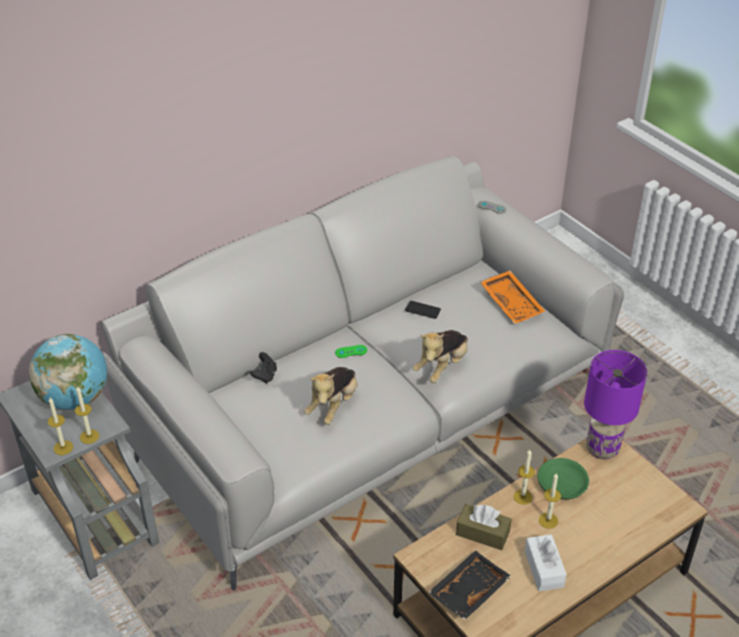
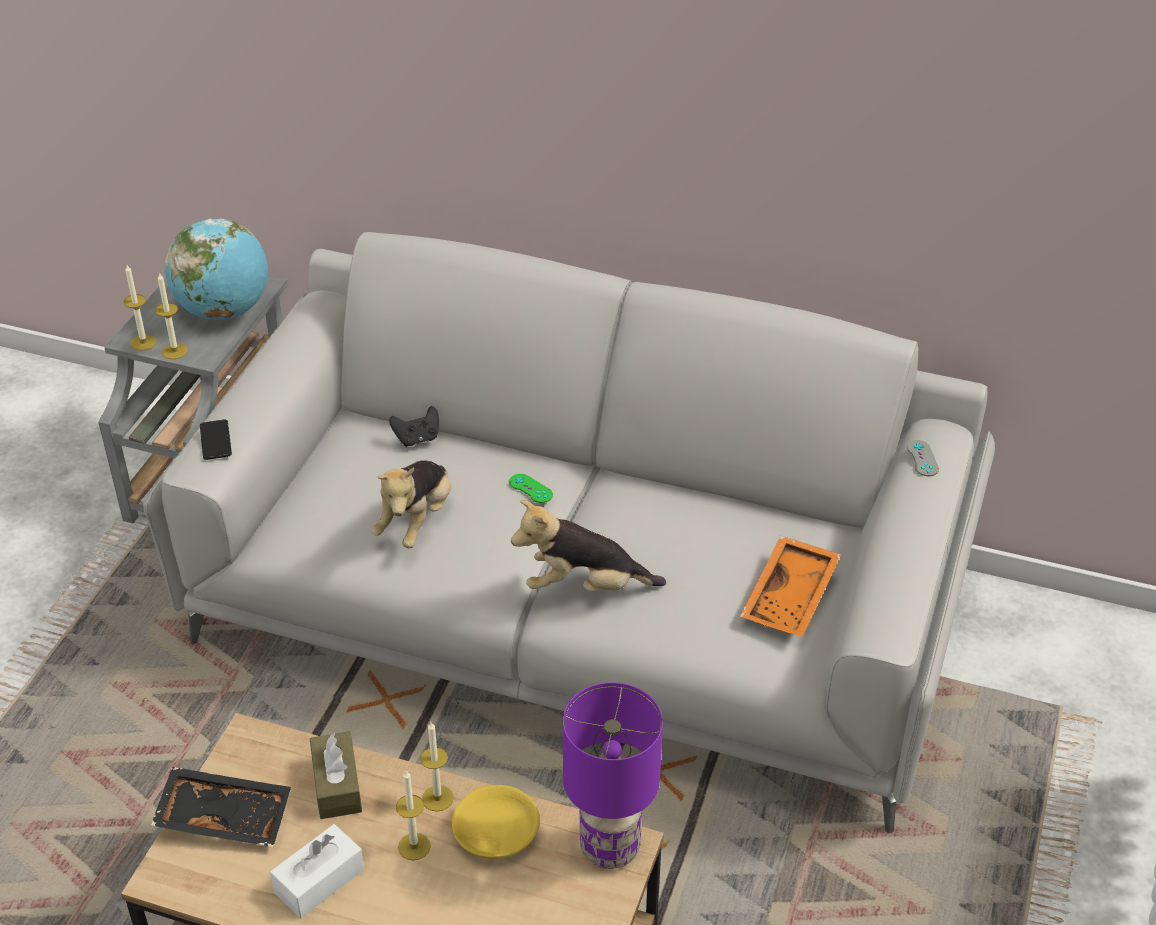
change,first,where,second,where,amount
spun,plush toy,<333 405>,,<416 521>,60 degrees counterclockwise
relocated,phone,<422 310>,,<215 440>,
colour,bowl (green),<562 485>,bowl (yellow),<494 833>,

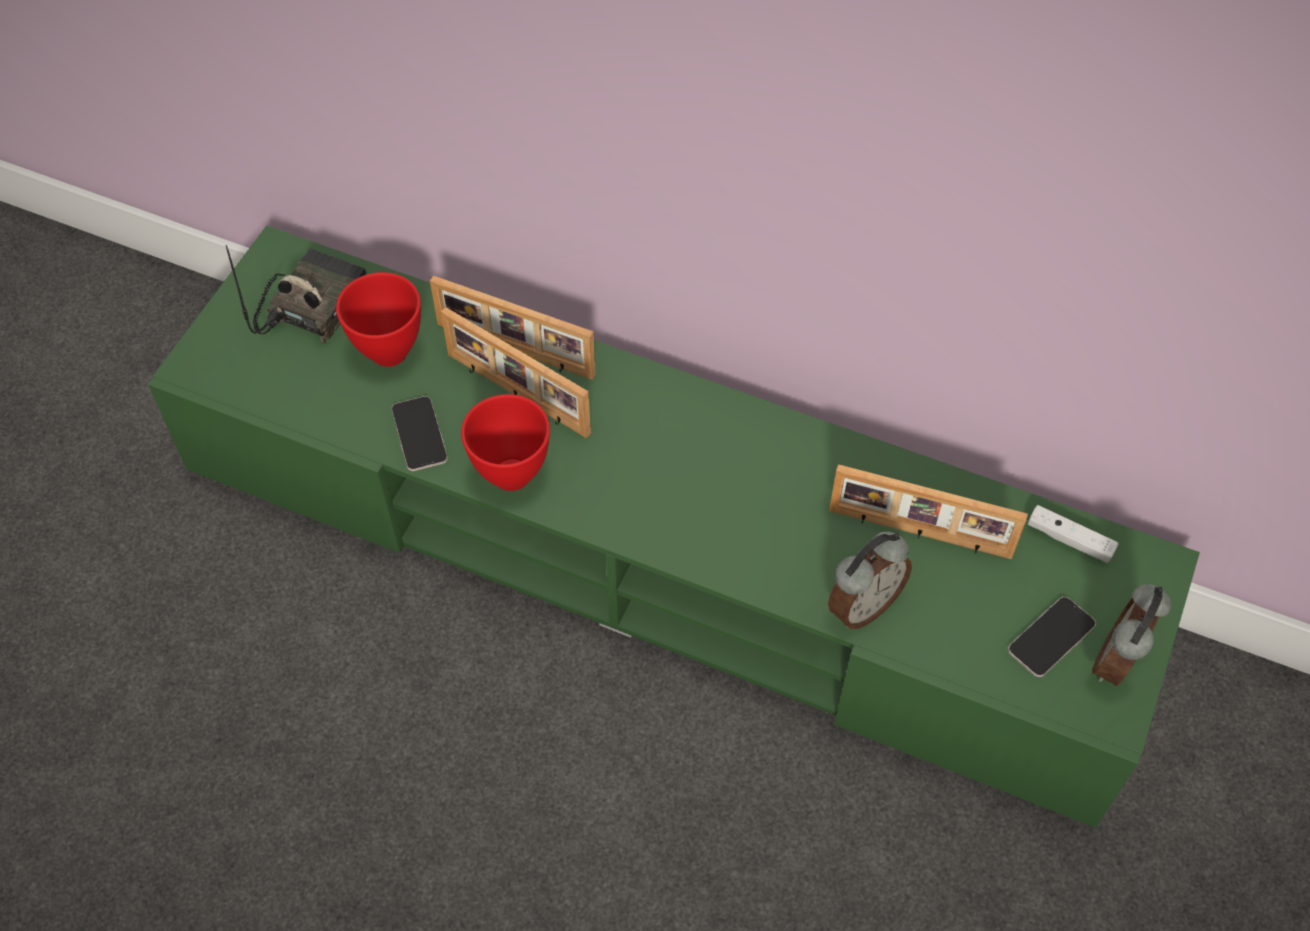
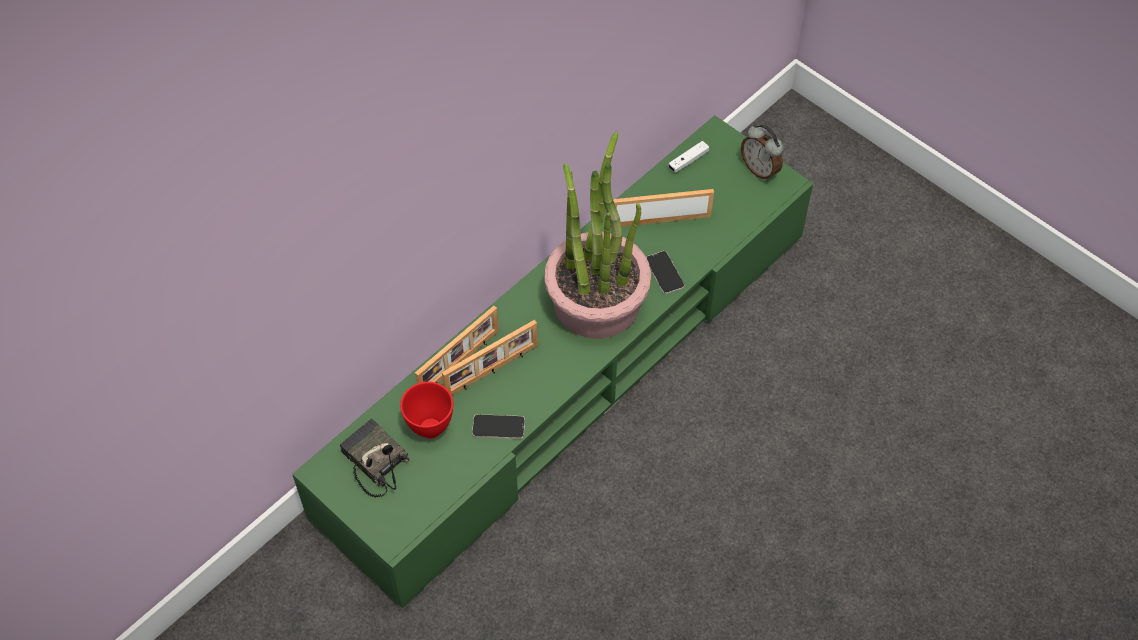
change,first,where,second,where,amount
missing,bowl (red),<510 476>,,,
missing,alarm clock,<862 605>,,,
spun,picture frame,<919 534>,,<660 219>,135 degrees counterclockwise
relocated,phone,<1051 637>,,<664 273>,
appeared,,,potted plant,<597 301>,

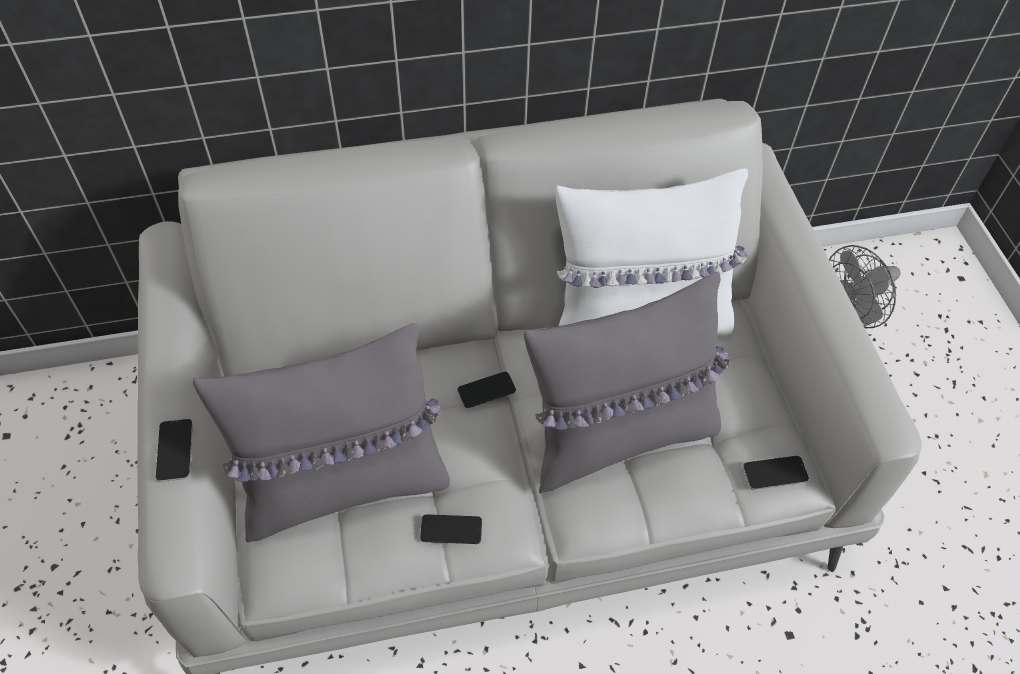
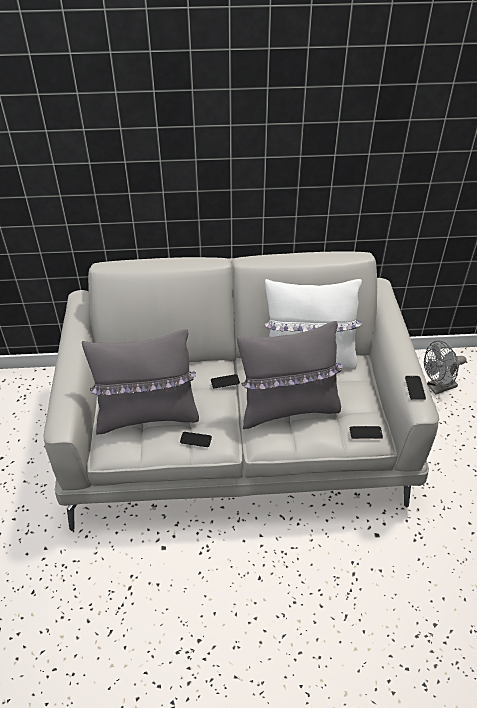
change,first,where,second,where,amount
relocated,phone,<175 450>,,<415 388>,

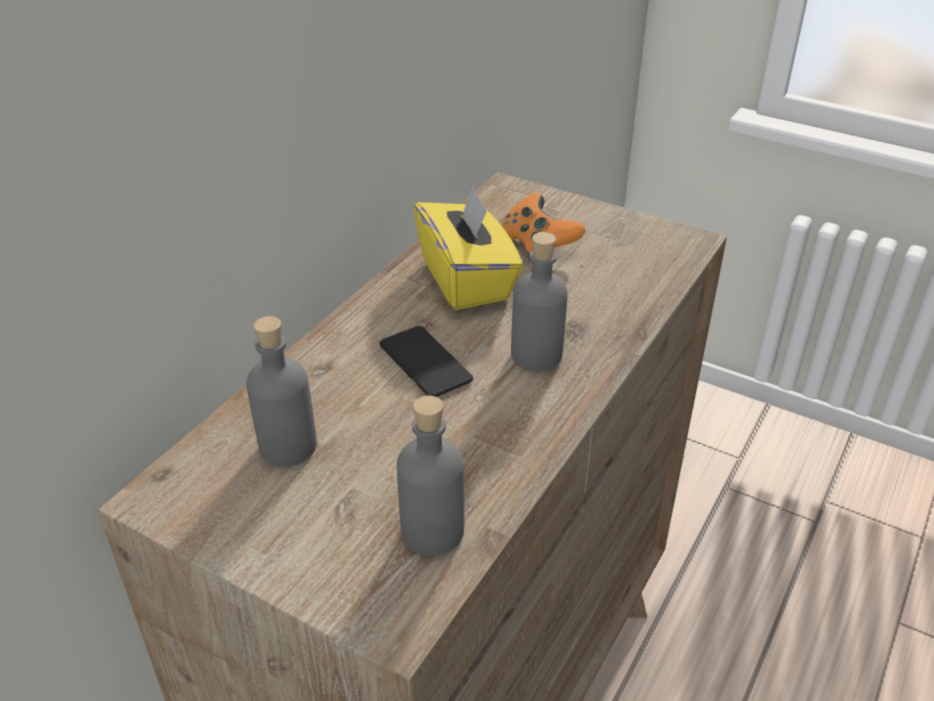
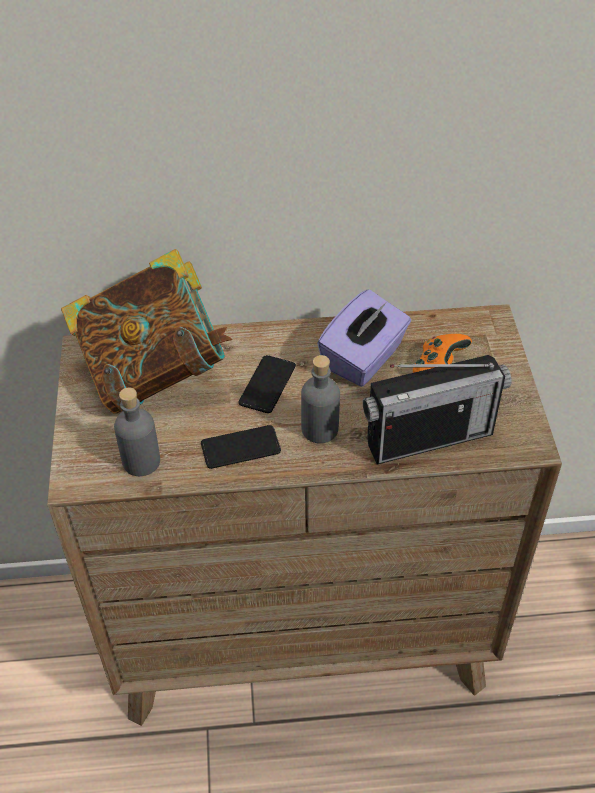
change,first,where,second,where,amount
exchanged,bottle (grey),<288 446>,book,<154 372>,
colour,tissue box (yellow),<467 280>,tissue box (purple),<364 358>,
appeared,,,phone,<240 448>,
appeared,,,radio,<429 438>,

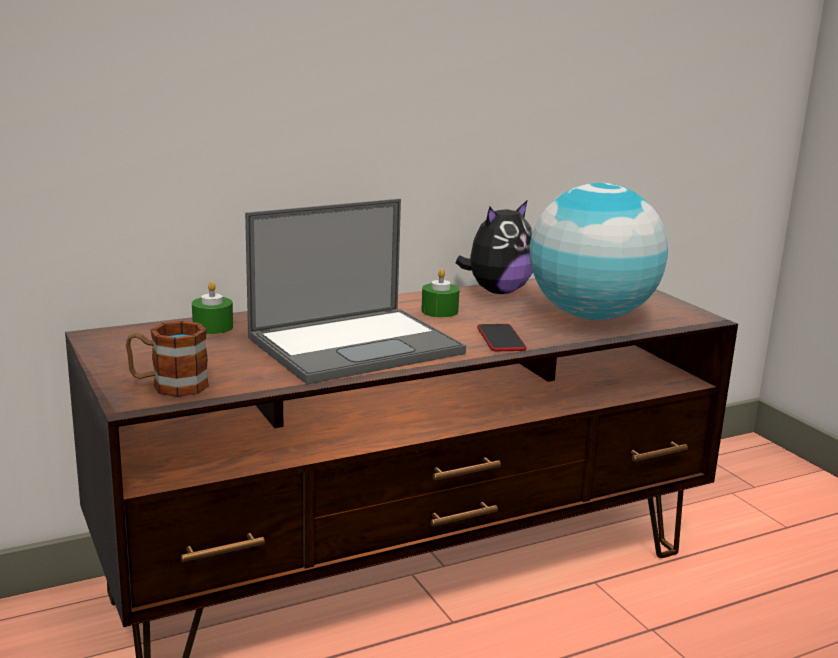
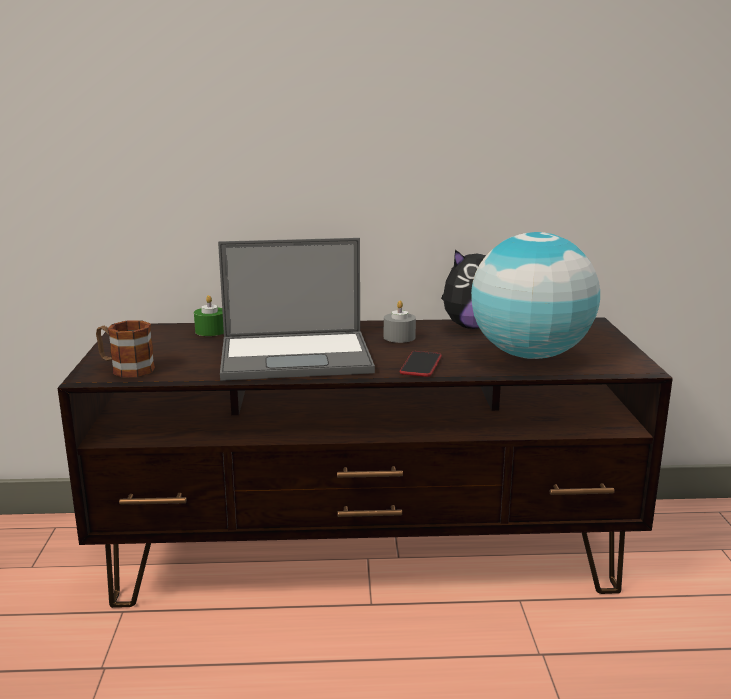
change,first,where,second,where,amount
colour,candle (green),<439 311>,candle (grey),<399 337>,

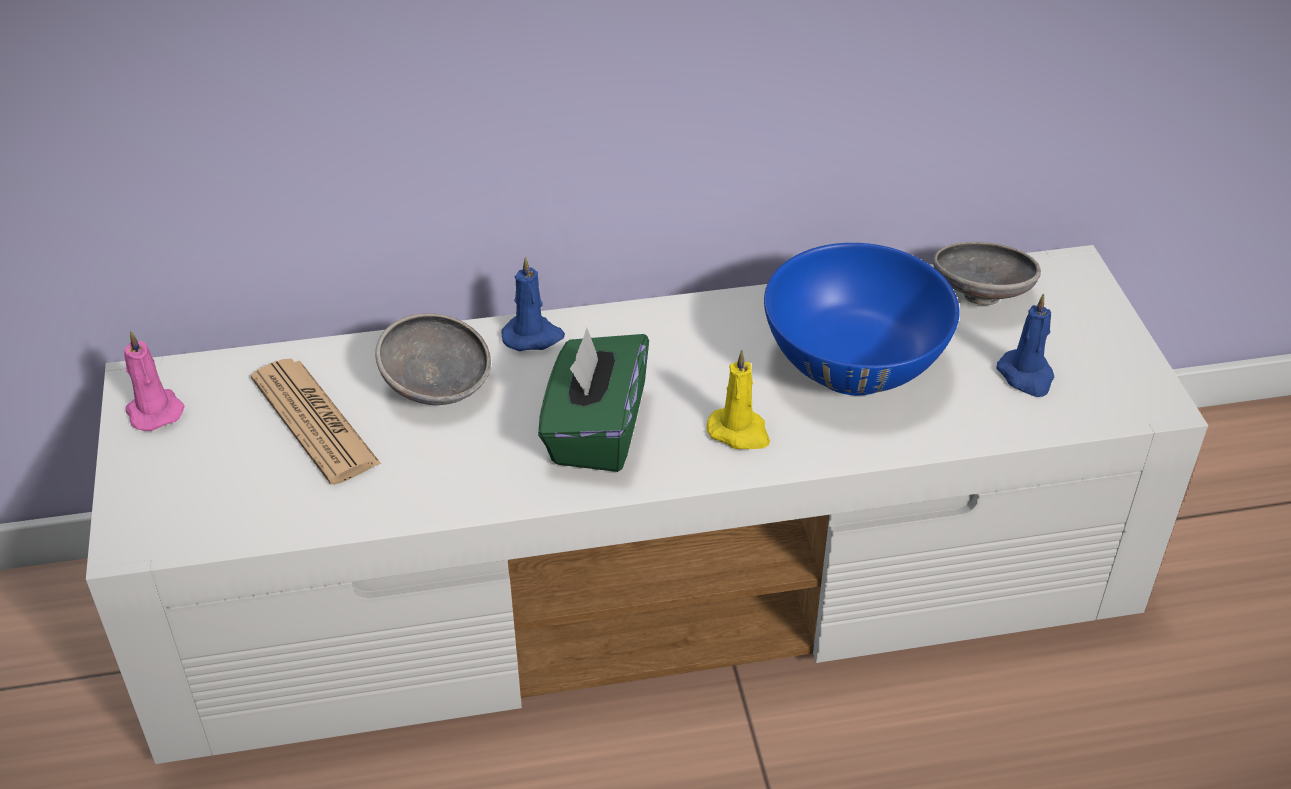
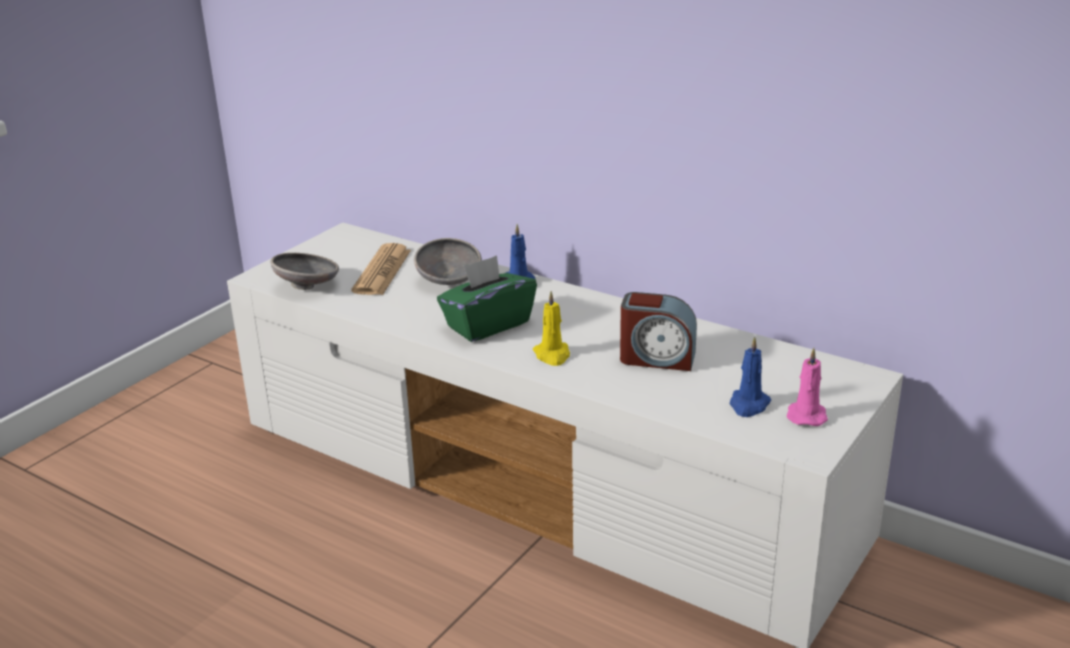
change,first,where,second,where,amount
relocated,candle (pink),<153 410>,,<806 415>,
exchanged,bowl (blue),<853 365>,alarm clock,<657 358>,
relocated,bowl (grey),<981 294>,,<308 286>,

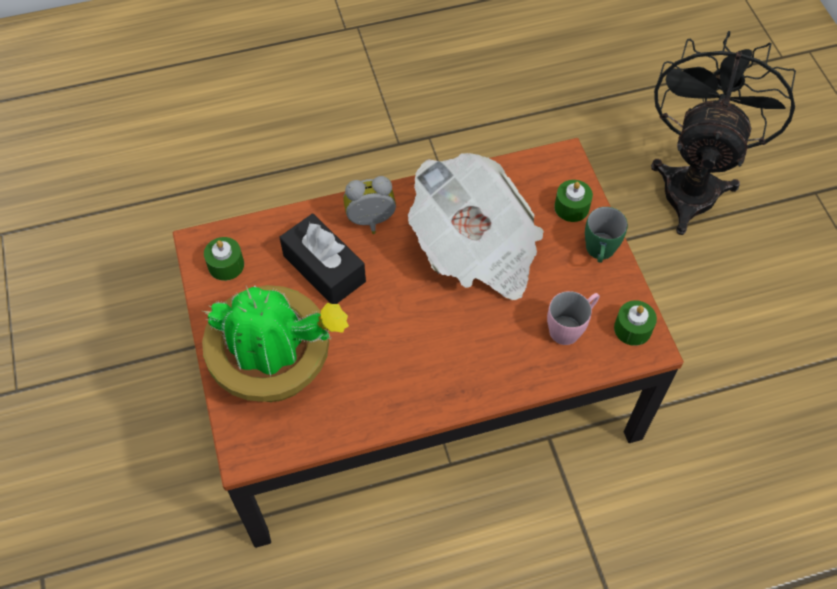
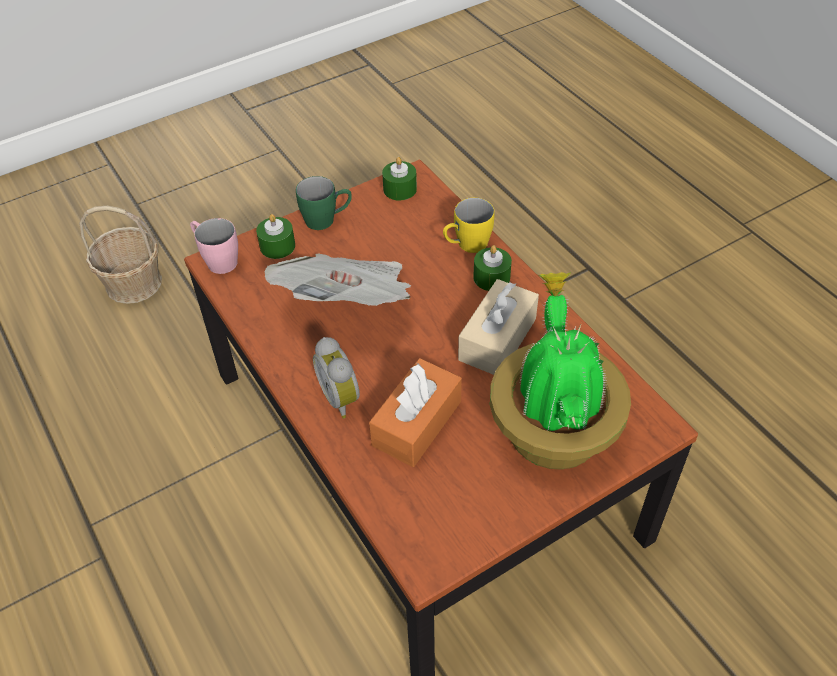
change,first,where,second,where,amount
relocated,candle (green),<226 265>,,<491 277>,
colour,tissue box (black),<324 268>,tissue box (orange),<417 423>,
relocated,mug (pink),<570 327>,,<217 260>,
exchanged,fan (black),<693 182>,basket,<134 283>,
appeared,,,mug (yellow),<466 246>,
appeared,,,tissue box (beige),<497 339>,

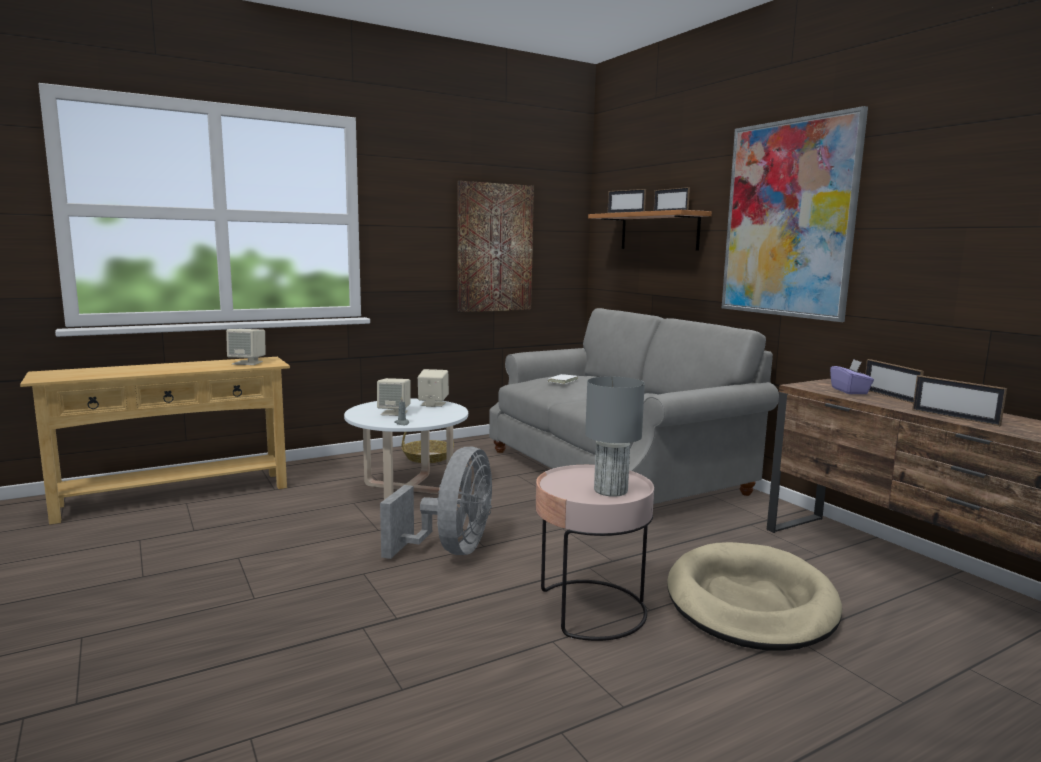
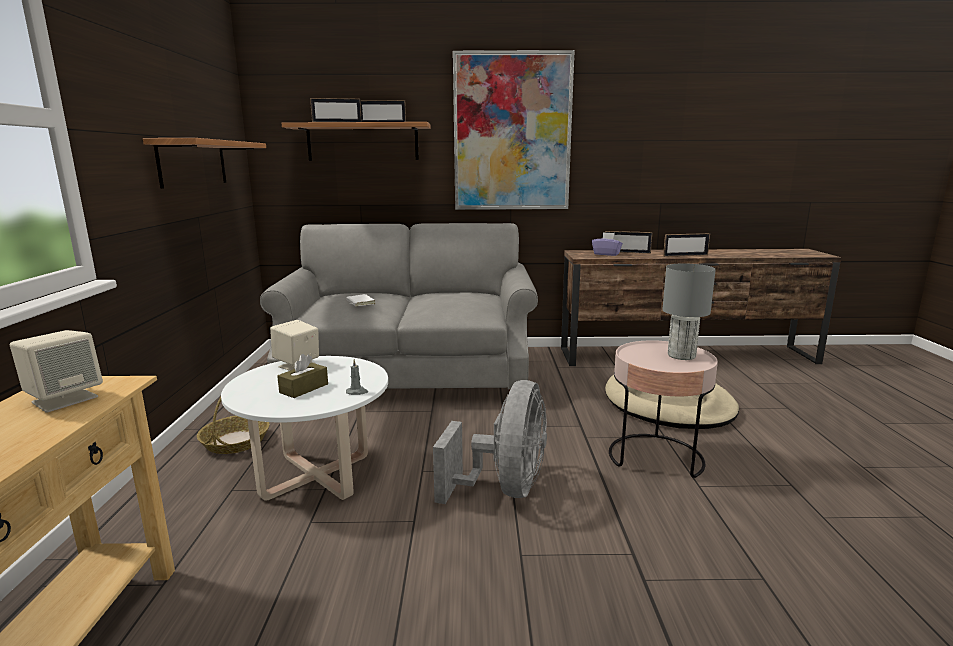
change,first,where,second,where,amount
exchanged,speaker (beige),<394 413>,tissue box (brown),<304 388>,
spun,fan (grey),<451 550>,,<505 488>,60 degrees clockwise
exchanged,picture,<495 248>,shelf,<193 163>,

